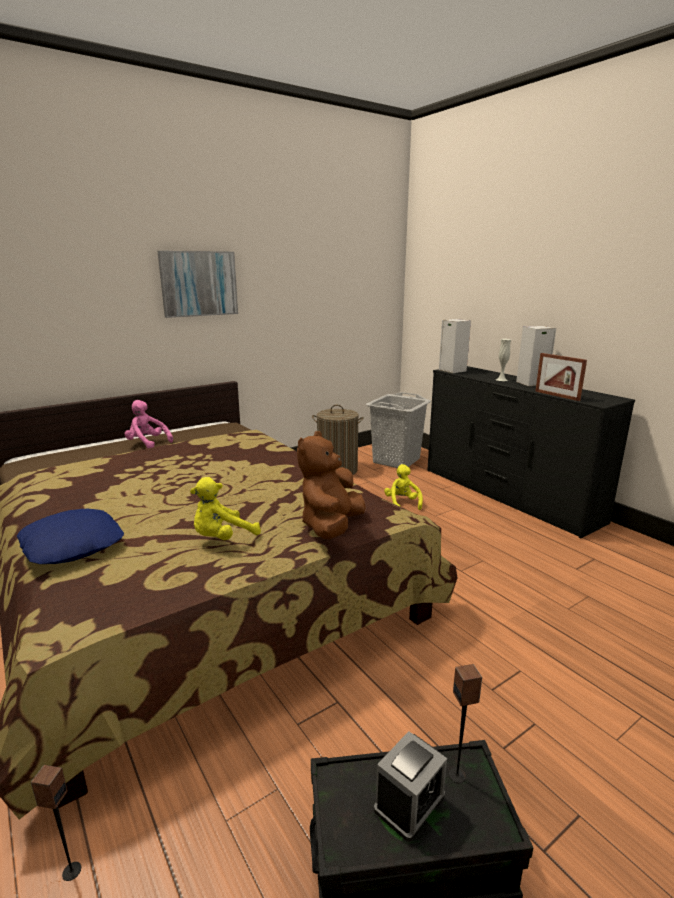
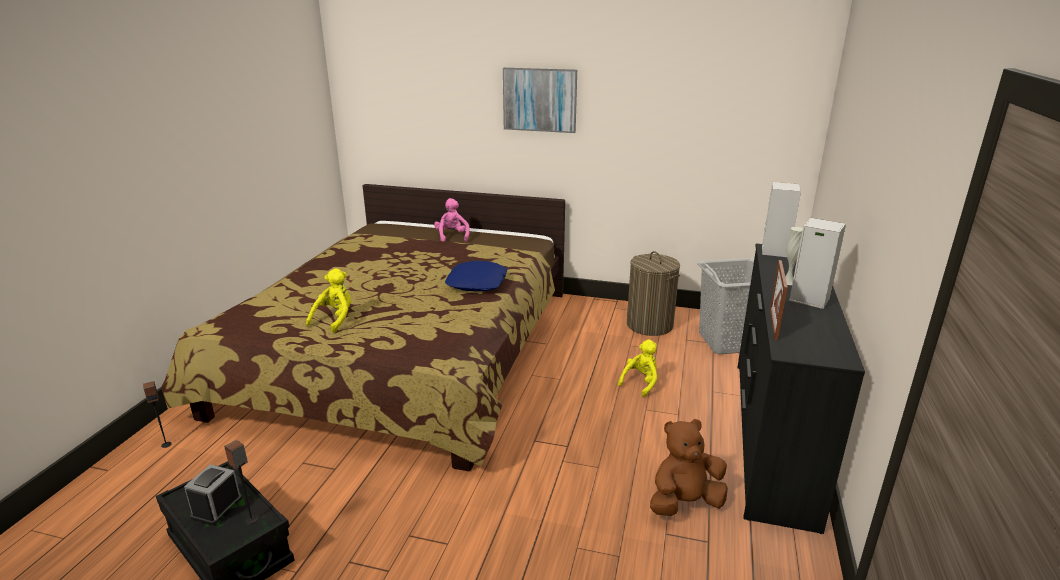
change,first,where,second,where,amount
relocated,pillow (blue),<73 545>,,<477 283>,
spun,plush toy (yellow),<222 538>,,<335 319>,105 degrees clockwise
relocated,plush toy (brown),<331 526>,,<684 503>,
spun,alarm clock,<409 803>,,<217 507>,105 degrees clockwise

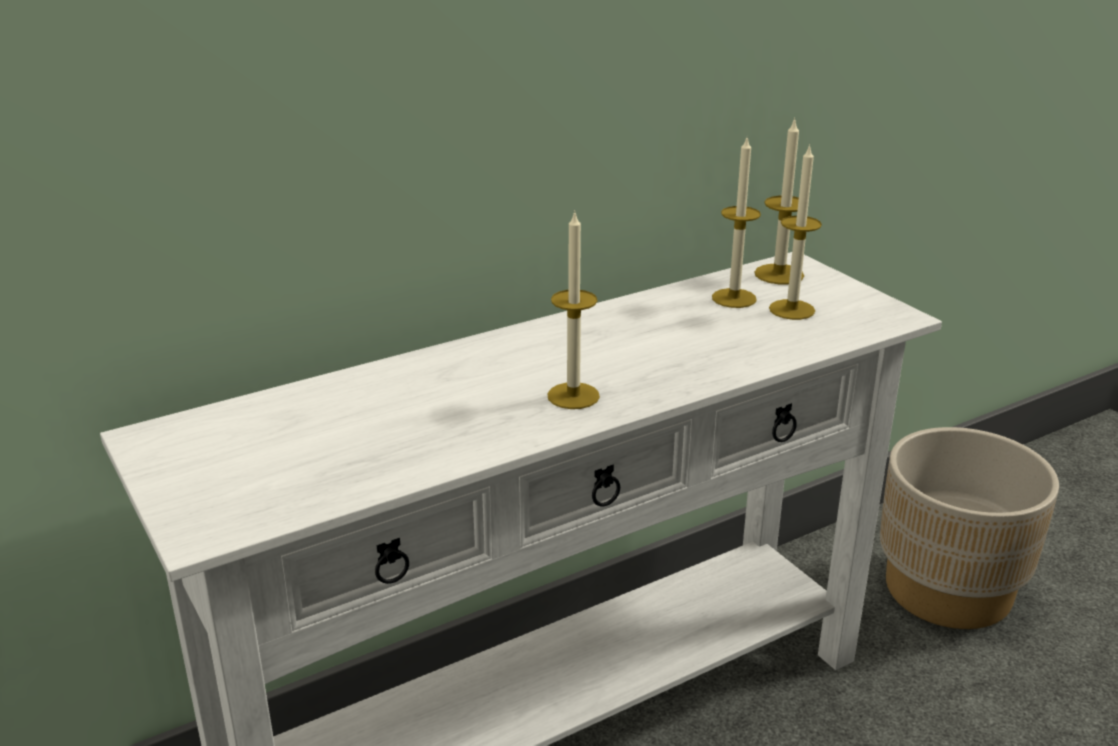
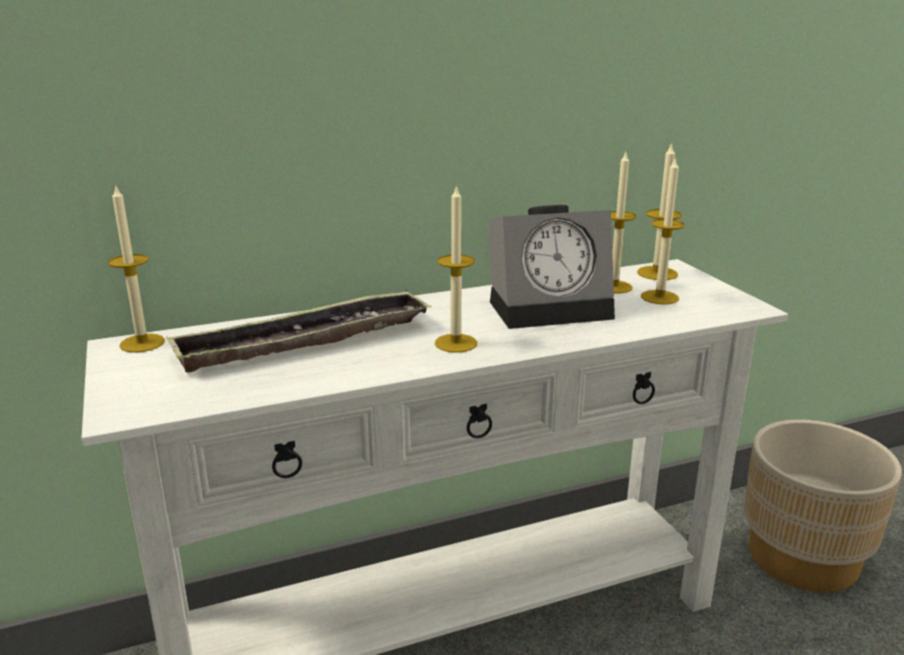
change,first,where,second,where,amount
appeared,,,candle,<142 343>,
appeared,,,tray,<304 341>,
appeared,,,alarm clock,<552 307>,

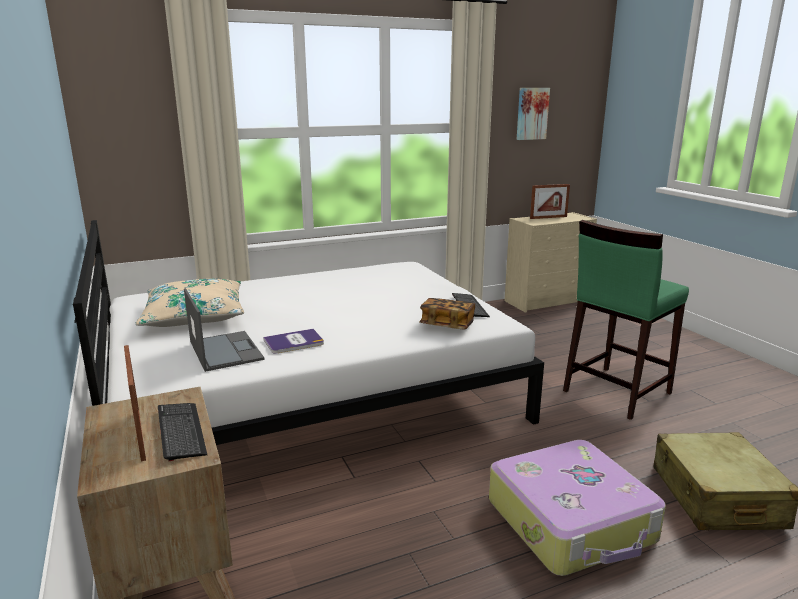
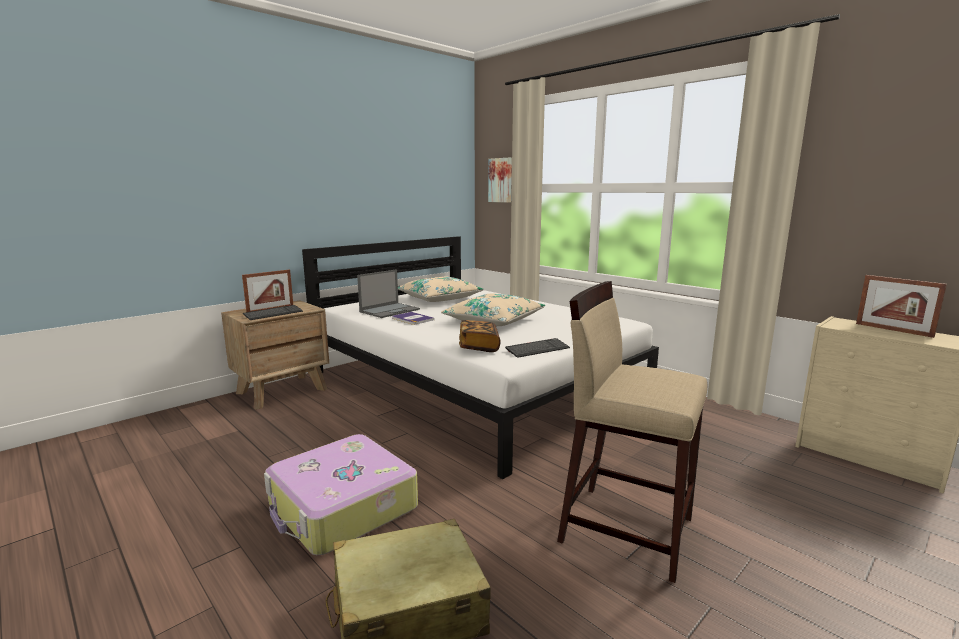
change,first,where,second,where,amount
relocated,picture,<531 113>,,<501 180>,
colour,stool (green),<615 392>,stool (beige),<625 528>,
appeared,,,pillow (beige),<494 320>,

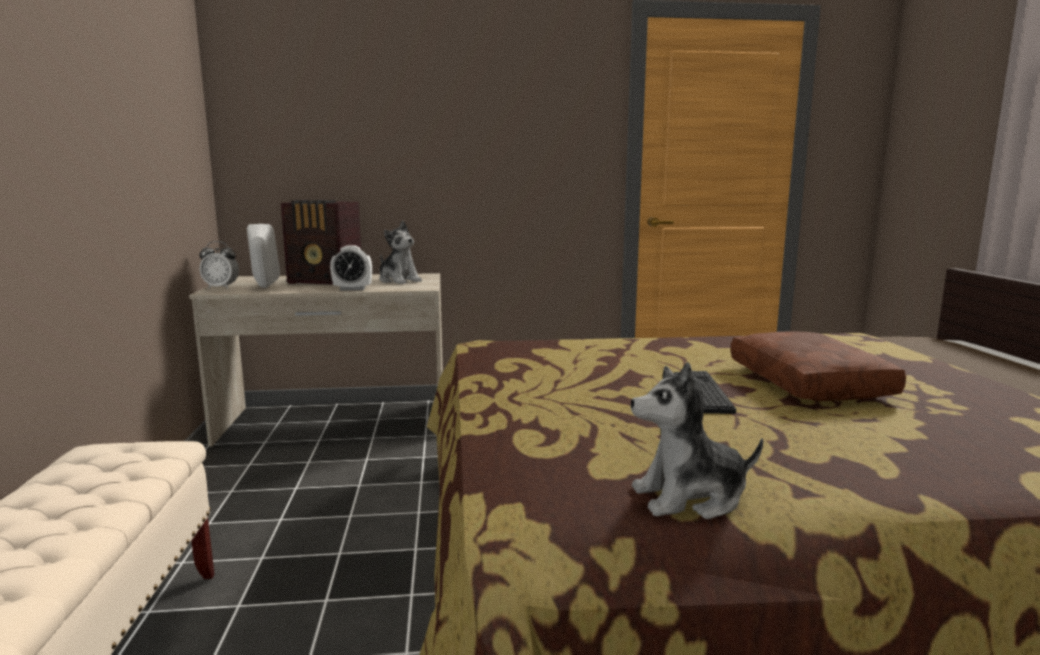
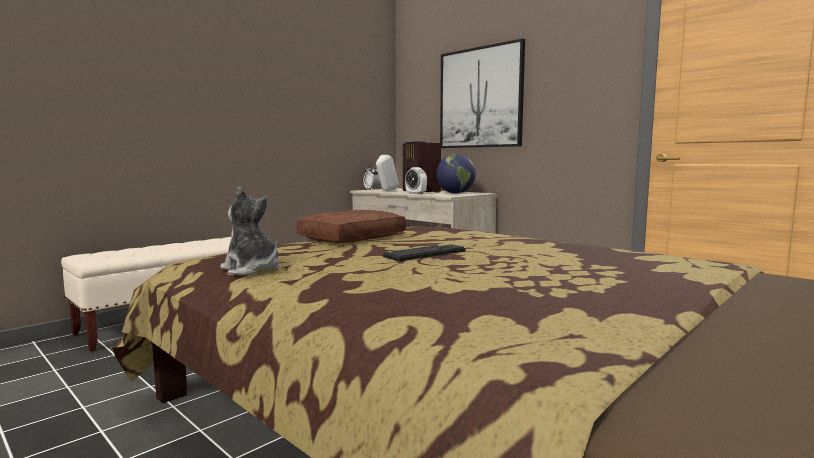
change,first,where,second,where,amount
exchanged,plush toy,<399 280>,globe,<455 193>,
relocated,pillow (brown),<811 383>,,<353 238>,
appeared,,,picture,<480 98>,

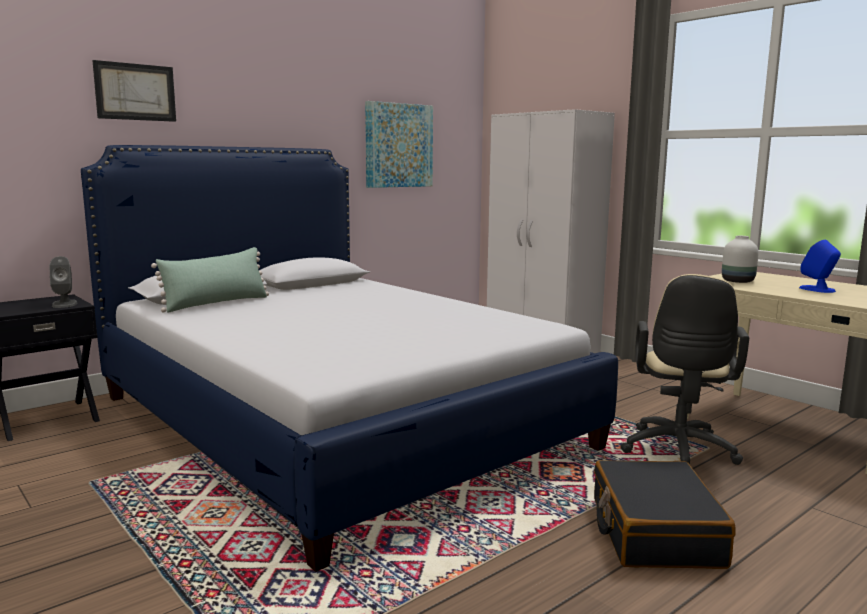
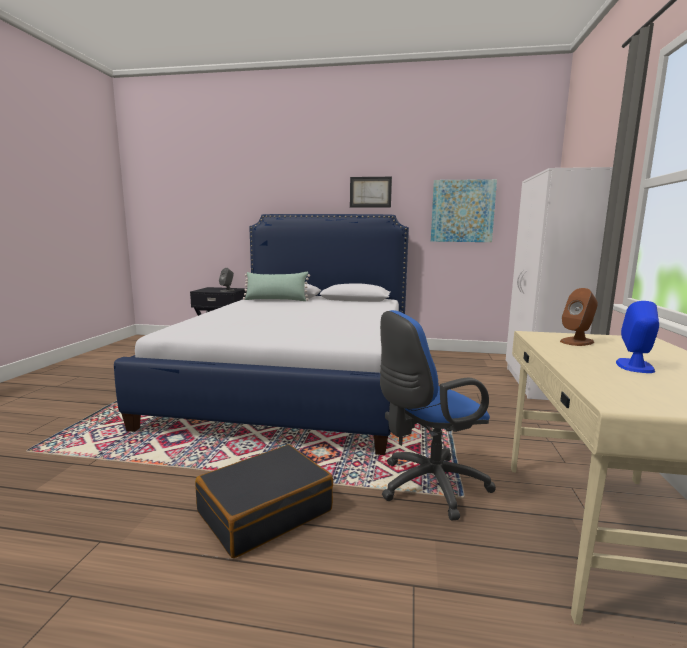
change,first,where,second,where,amount
relocated,picture,<135 92>,,<370 192>,
colour,office chair (beige),<678 453>,office chair (blue),<427 486>,
exchanged,vase (white),<738 281>,speaker (brown),<577 341>,

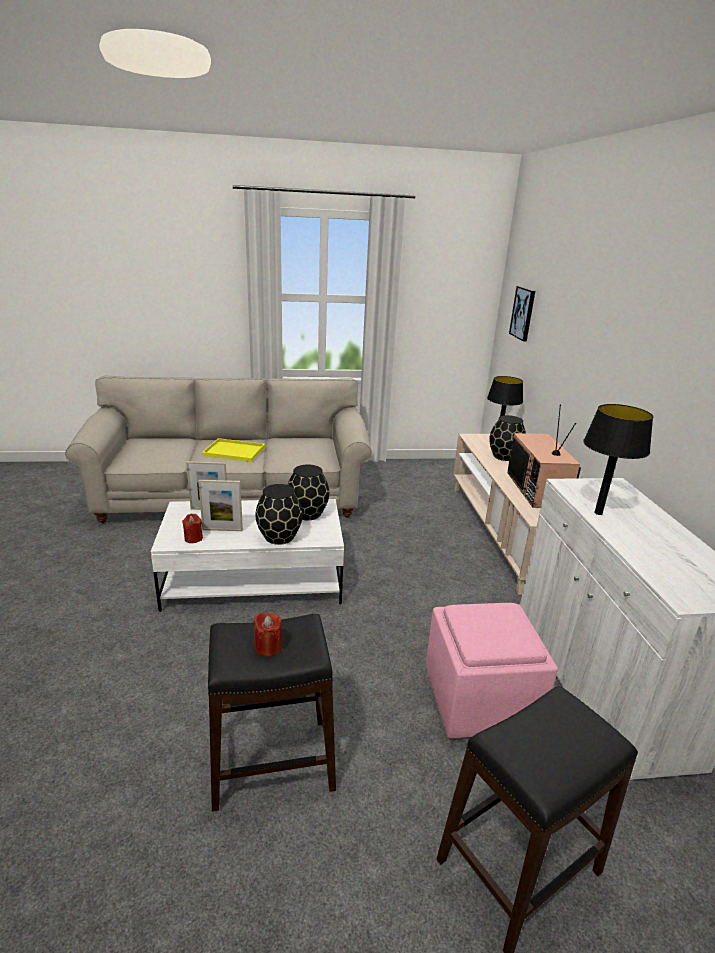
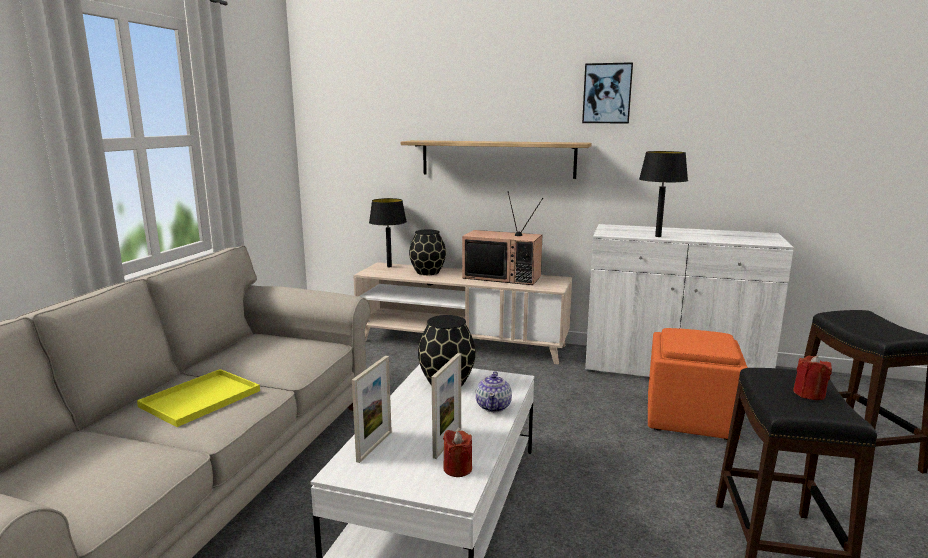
change,first,where,second,where,amount
exchanged,vase (black),<280 537>,teapot,<494 406>,
colour,ottoman (pink),<478 700>,ottoman (orange),<690 418>,
relocated,picture,<523 313>,,<607 93>,
appeared,,,shelf,<497 159>,

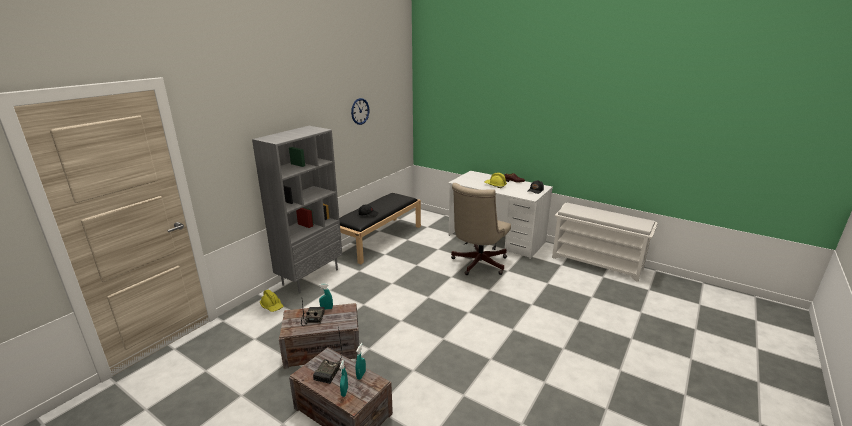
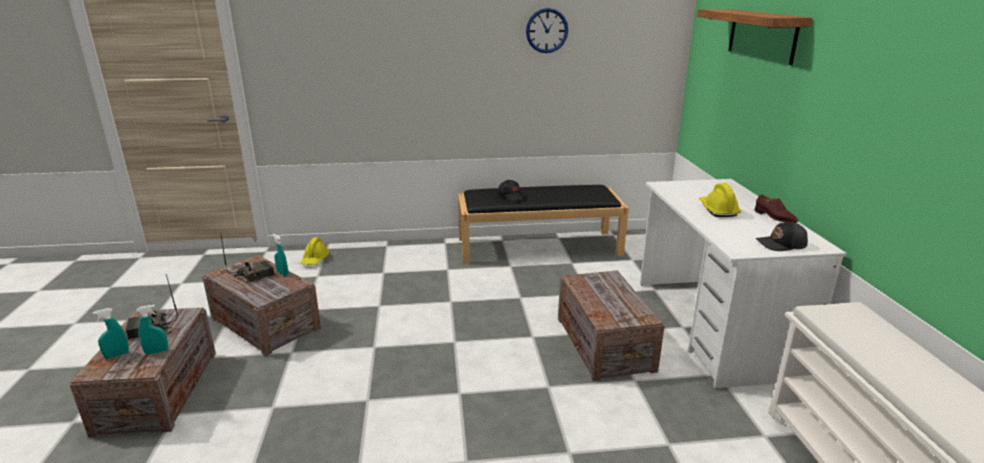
change,first,where,second,where,amount
missing,bookcase (grey),<310 276>,,,
exchanged,office chair (beige),<477 264>,crate,<604 343>,
appeared,,,shelf,<762 35>,

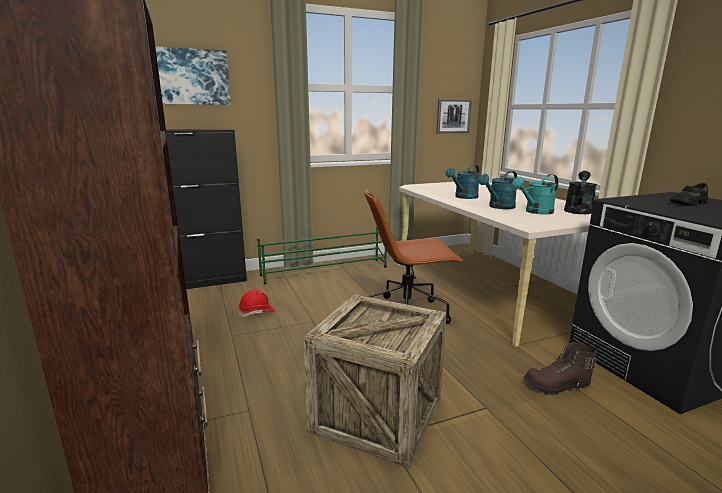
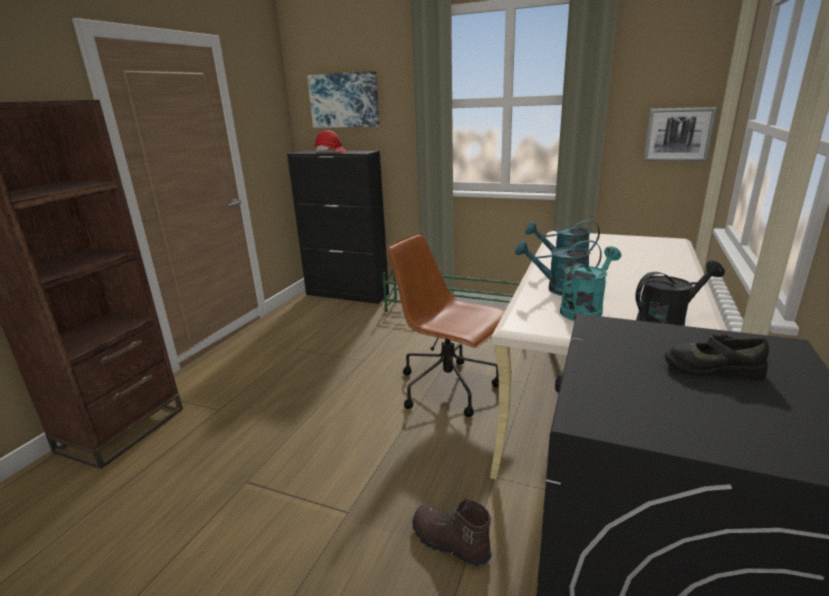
change,first,where,second,where,amount
relocated,hard hat (red),<256 312>,,<330 152>,
missing,crate,<377 414>,,,
spun,watering can (turquoise),<535 212>,,<585 309>,120 degrees clockwise

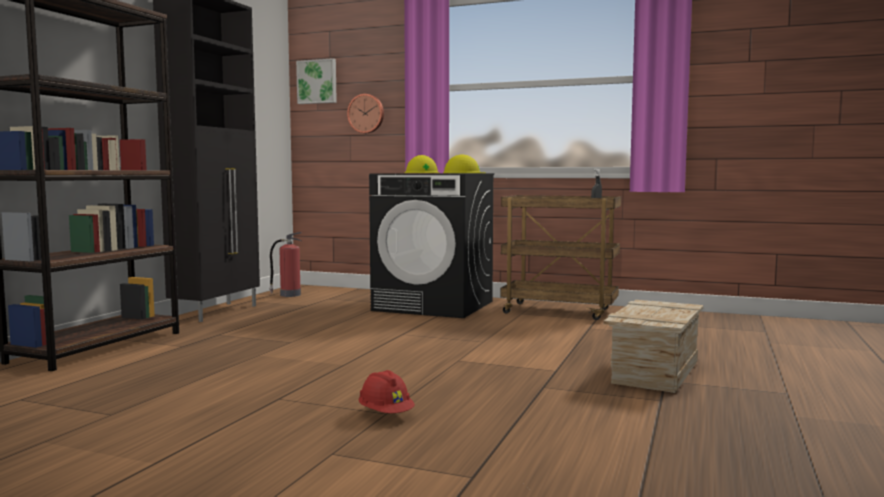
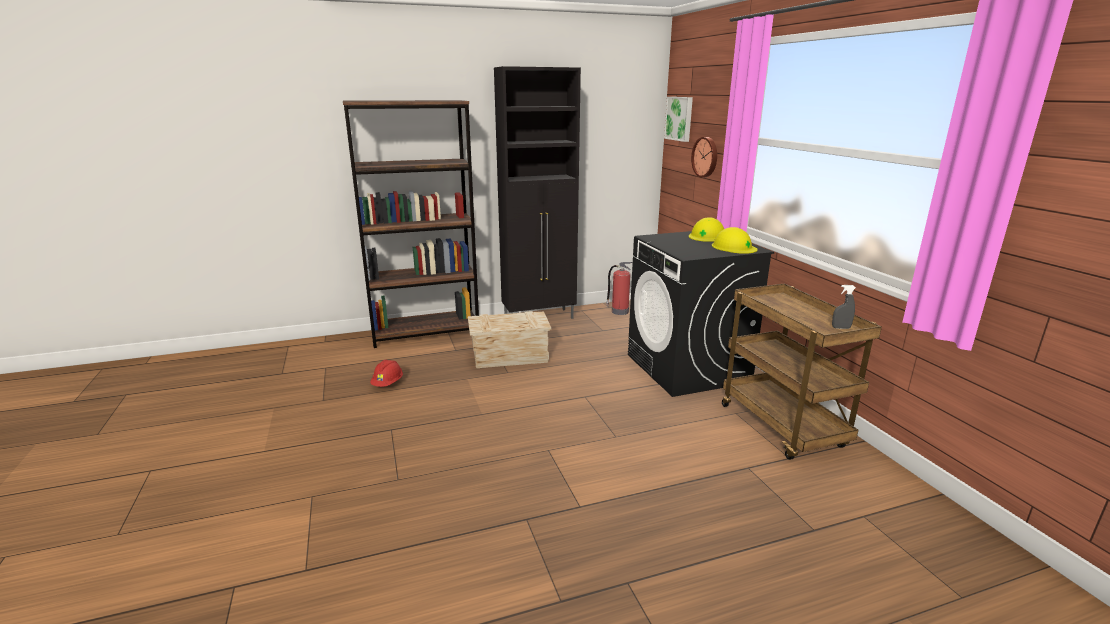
change,first,where,second,where,amount
relocated,hard hat (red),<386 414>,,<388 384>,
relocated,crate,<655 373>,,<509 357>,

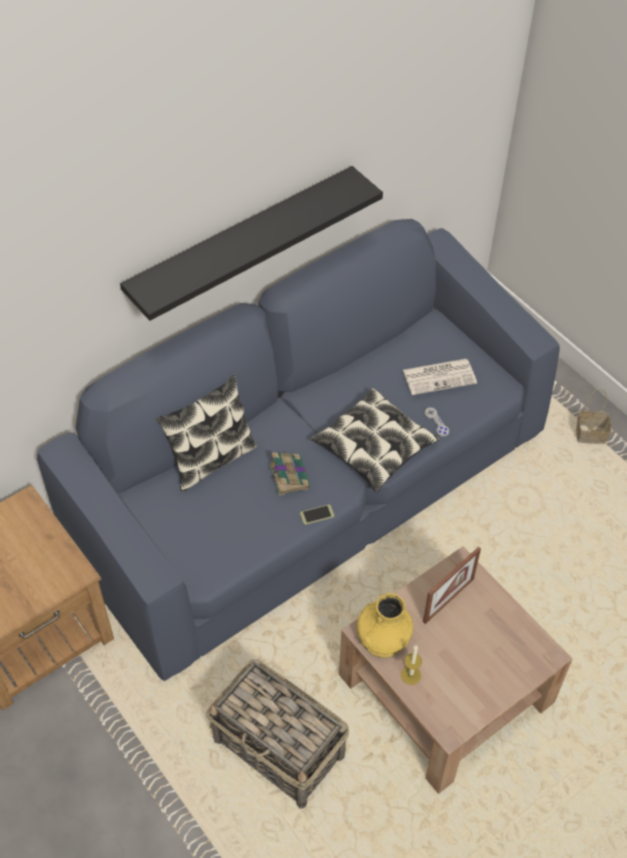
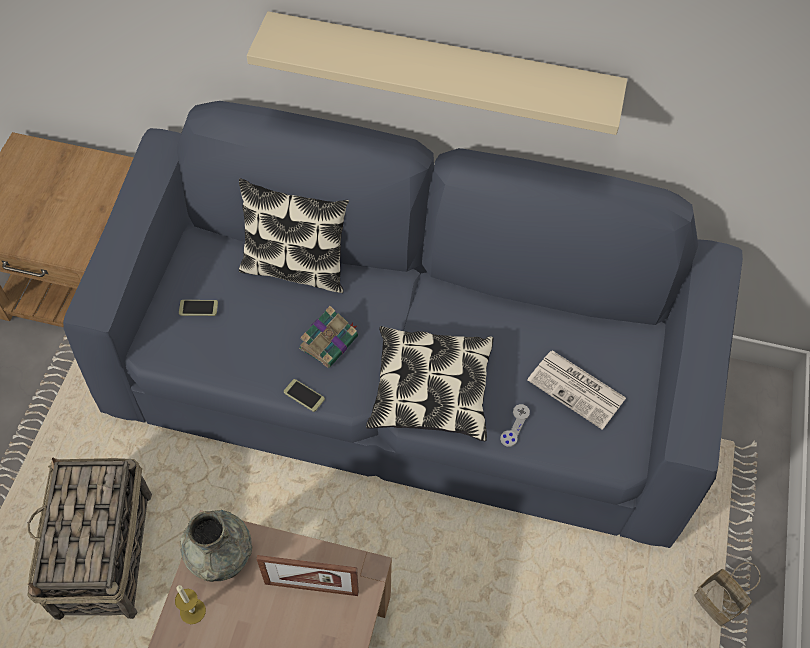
change,first,where,second,where,amount
colour,shelf (black),<242 241>,shelf (beige),<441 70>,
colour,vase (yellow),<383 637>,vase (grey),<219 554>,
appeared,,,phone,<198 308>,

